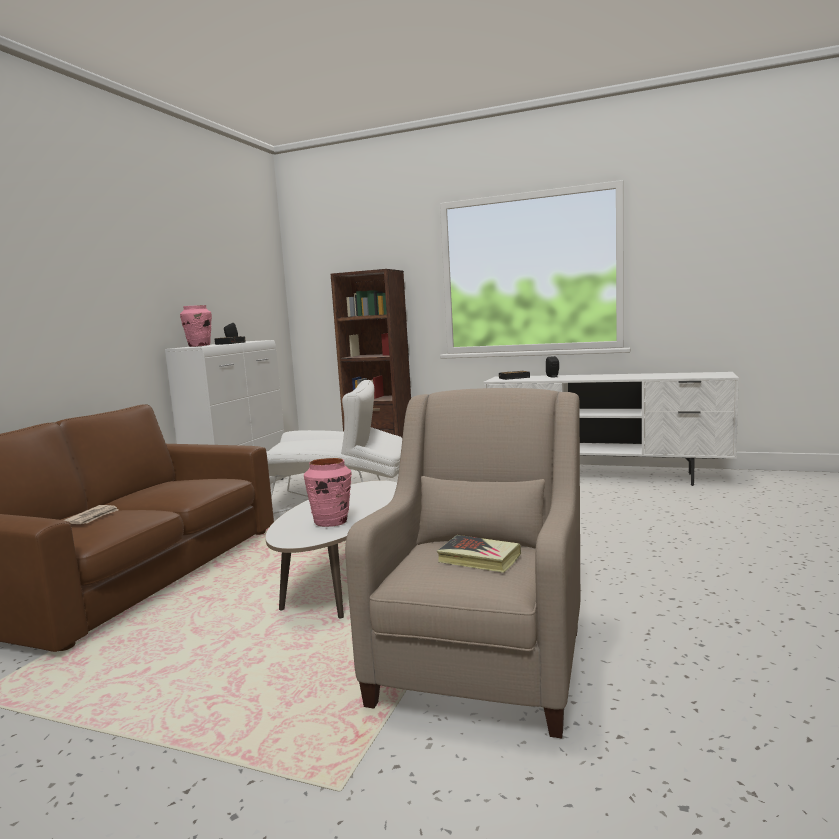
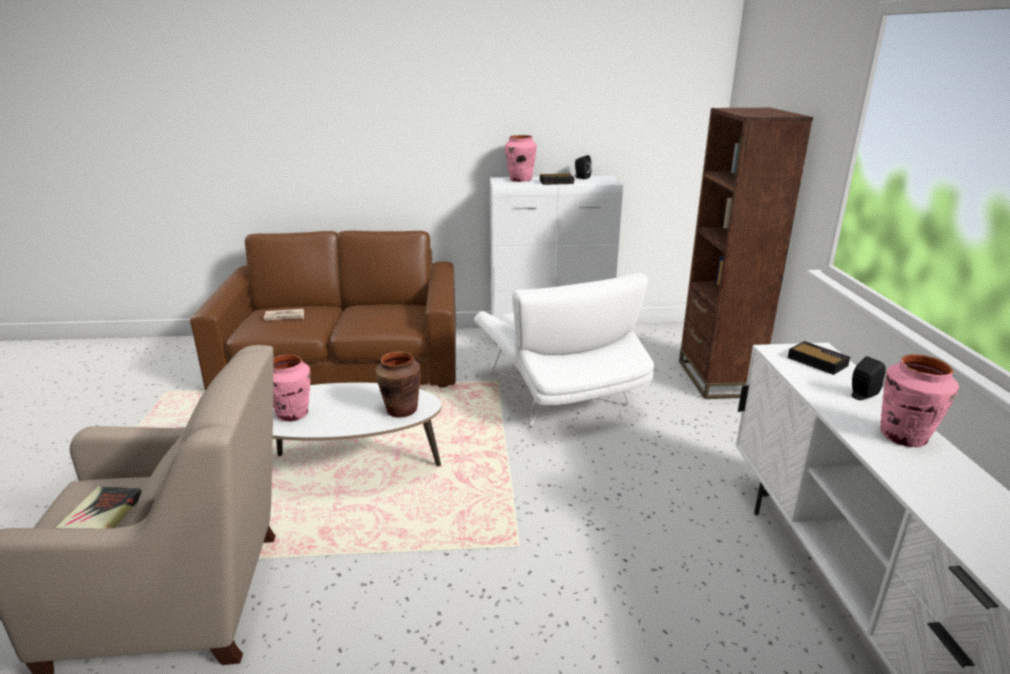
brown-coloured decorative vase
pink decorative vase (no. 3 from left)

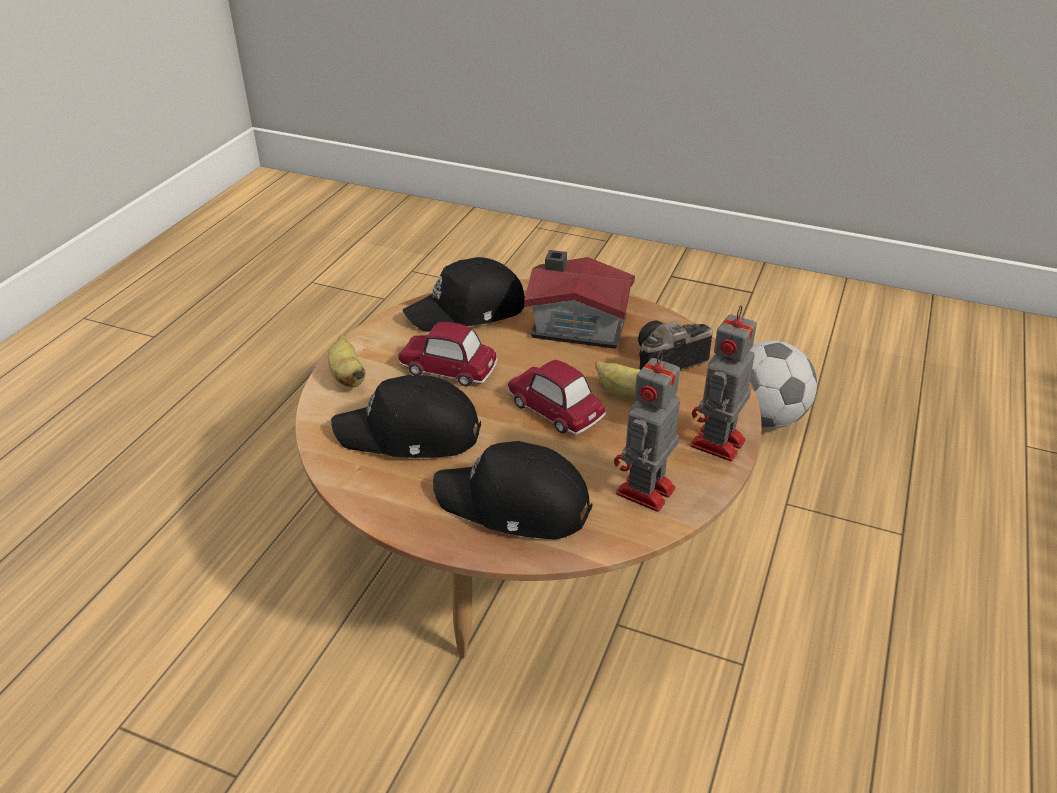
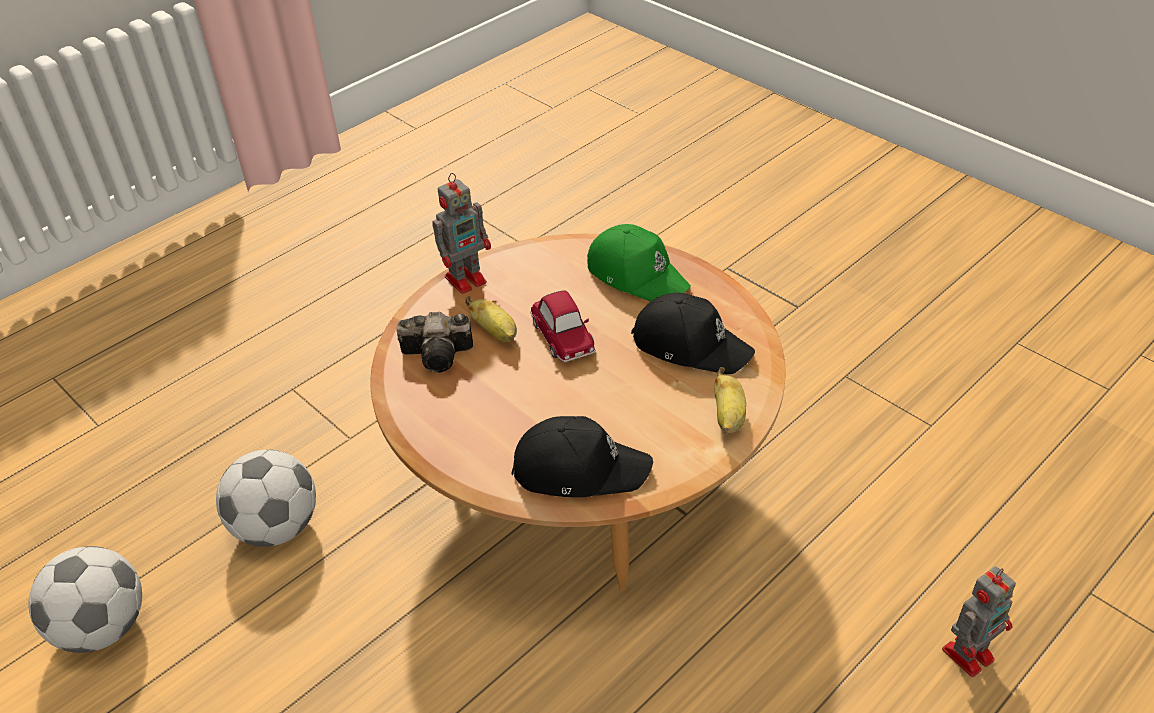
miniature car (no. 1 from left in the first image)
model house
football ball (no. 1 from left)
toy robot (no. 2 from left)
green cap

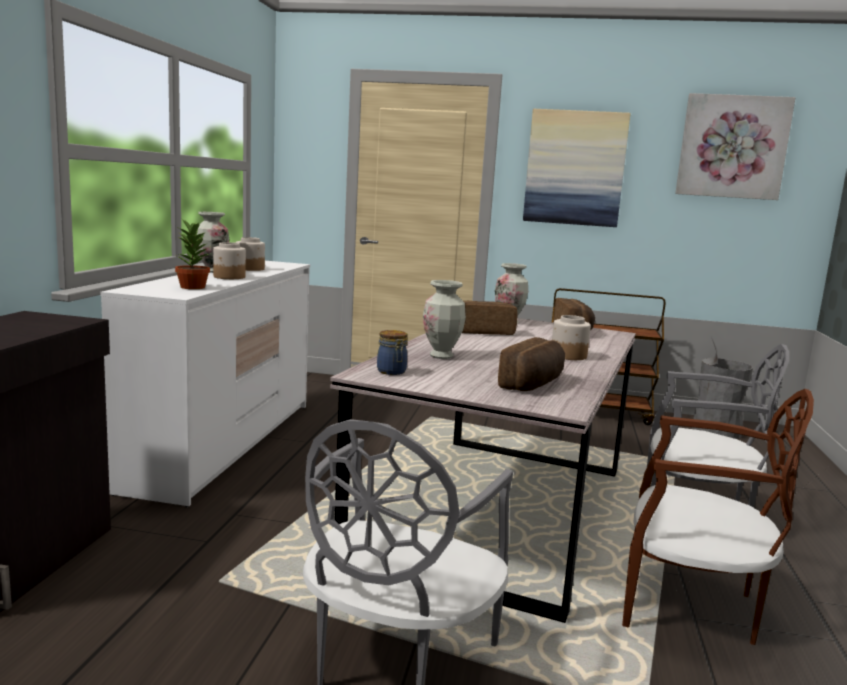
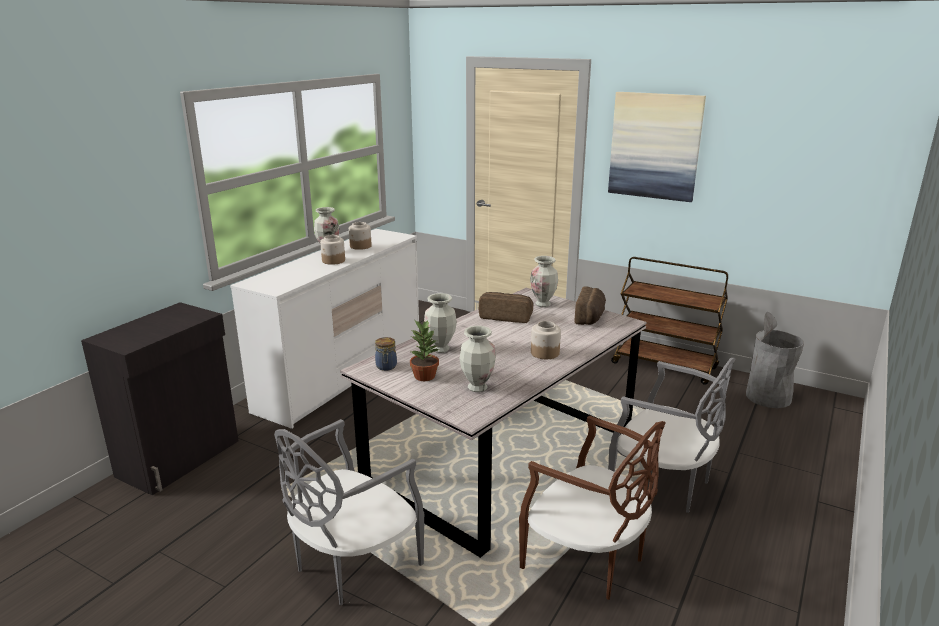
wall art (no. 2 from left in the first image)
potted plant
decorative vase (no. 3 from left)

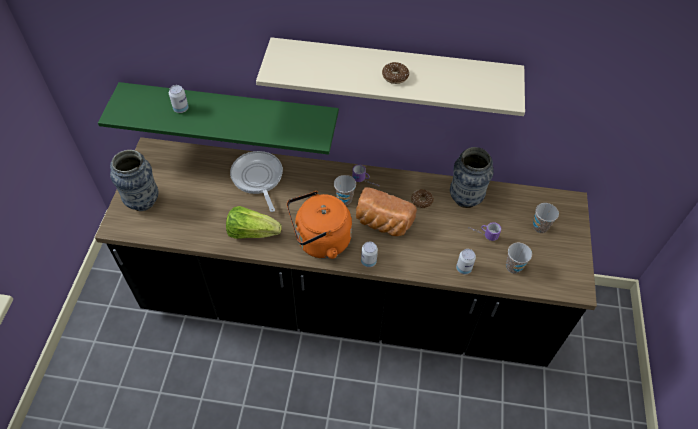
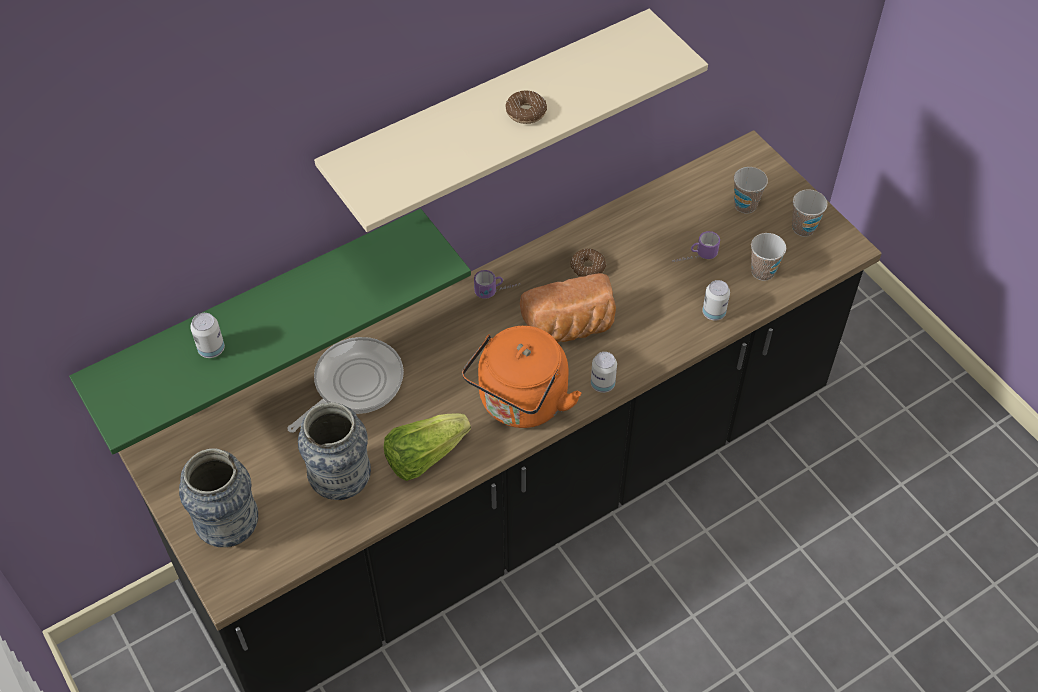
drinking cup (no. 3 from left)
decorative vase (no. 2 from left)
frying pan

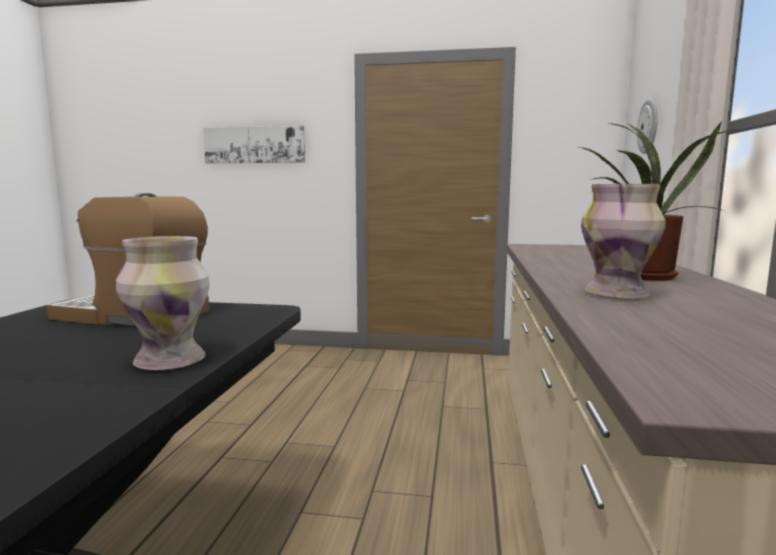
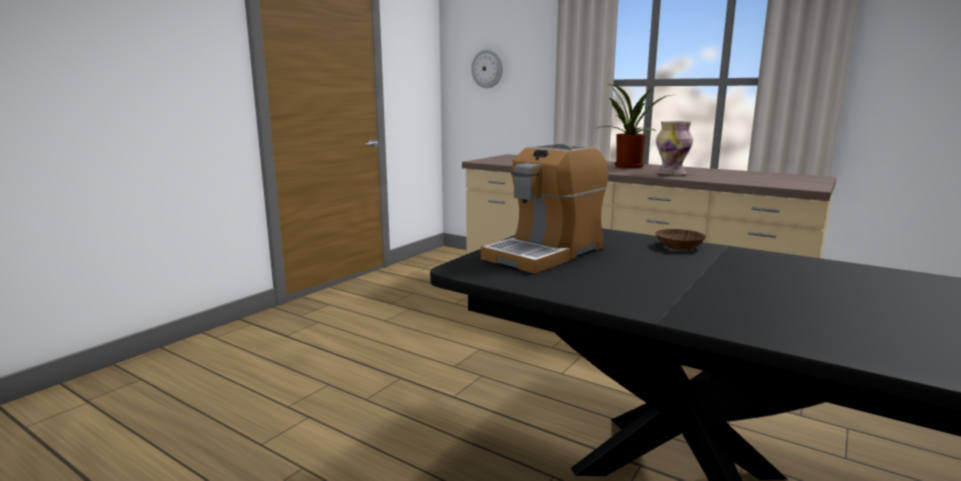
wall art
brown-coloured deep dish

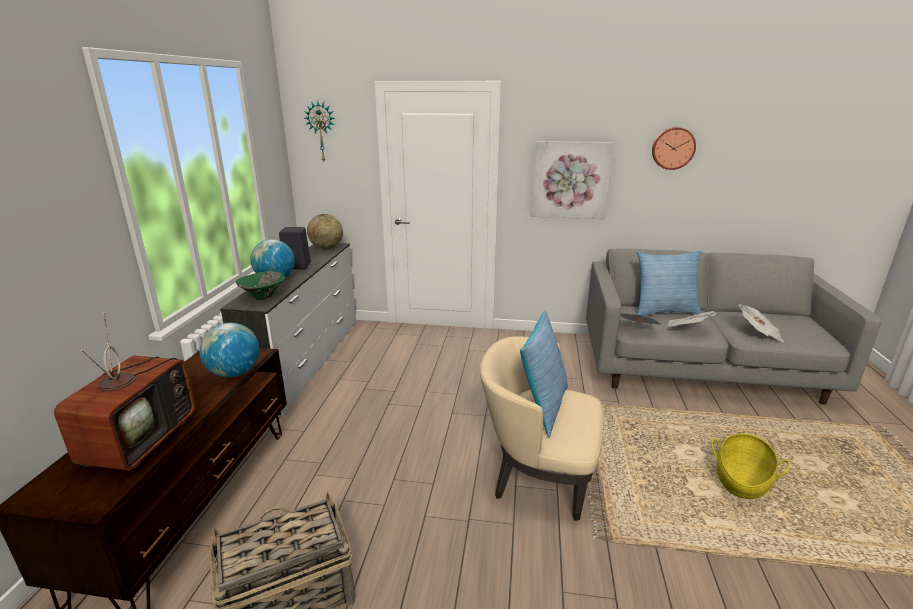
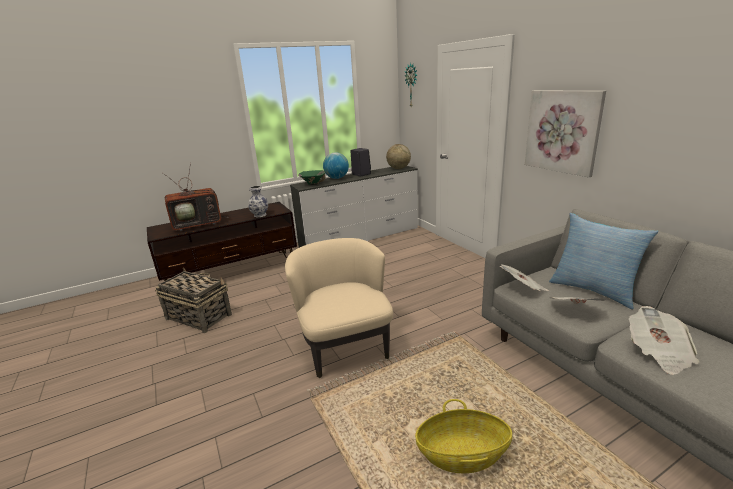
cushion (no. 1 from left in the first image)
clock on the wall (no. 2 from left in the first image)
decorative vase

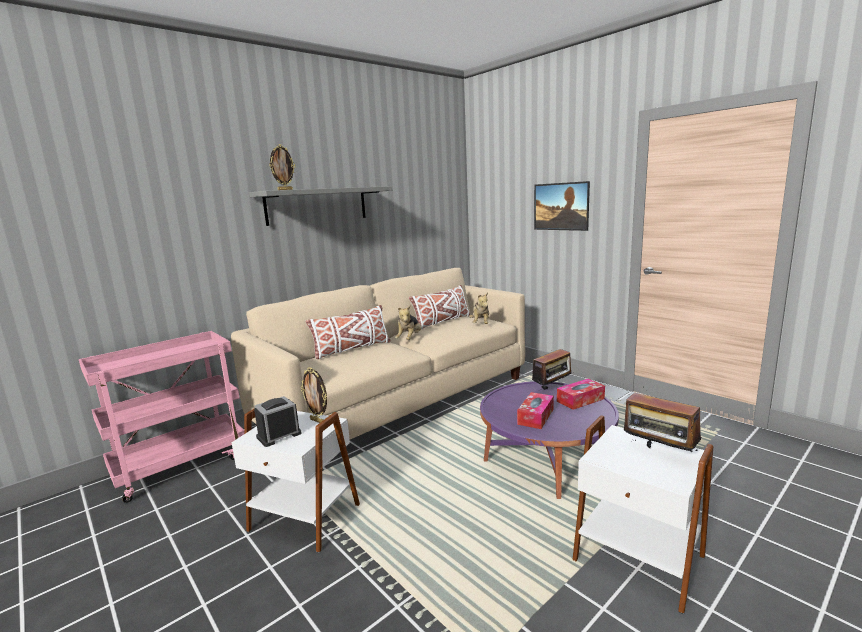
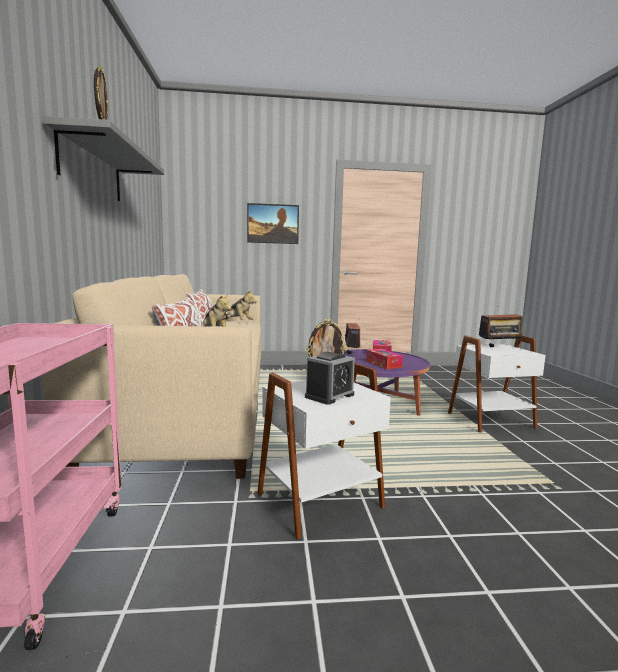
table clock

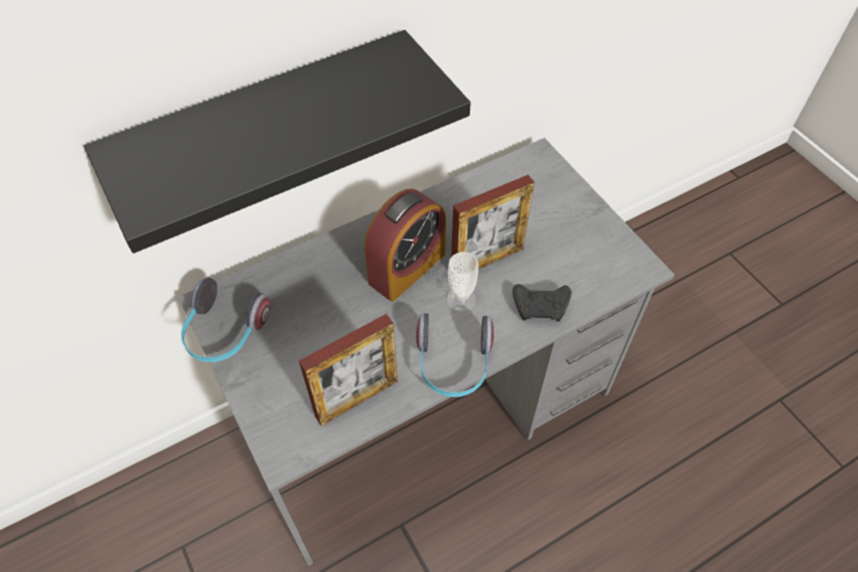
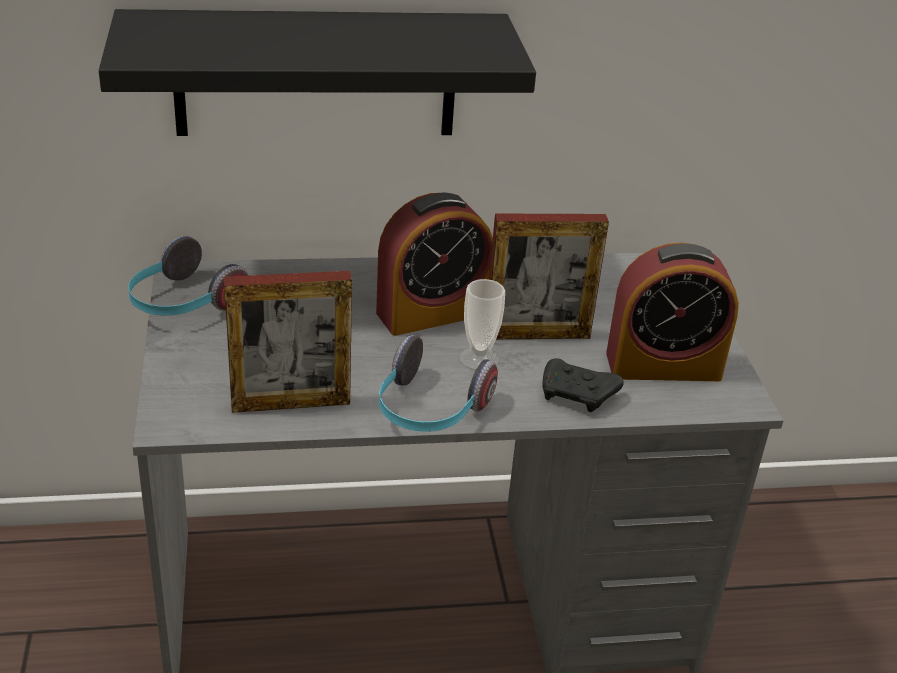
table clock (no. 2 from left)

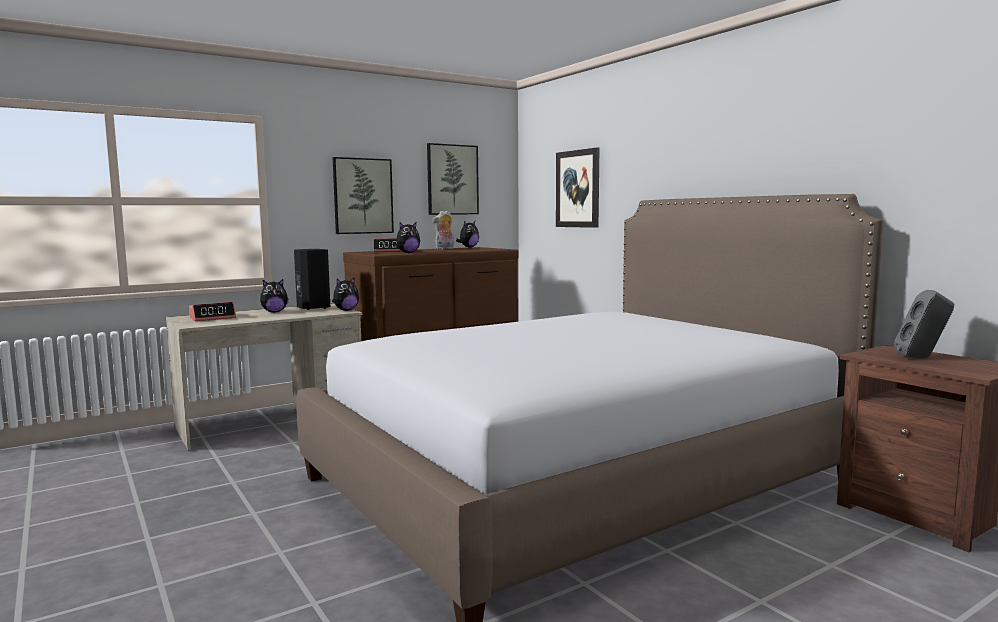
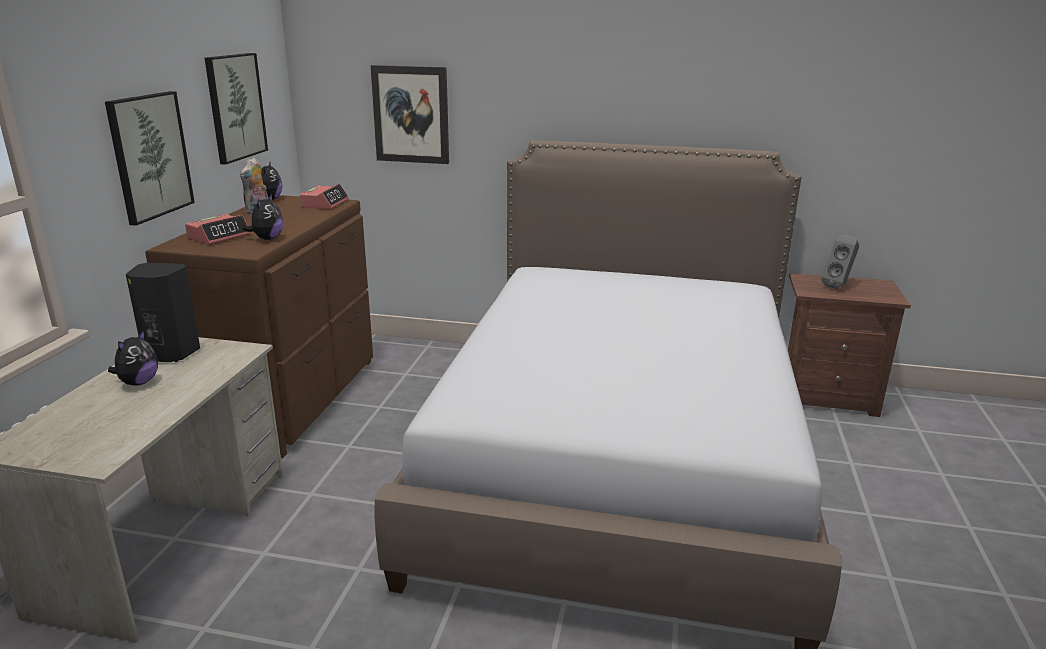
cuddly toy (no. 2 from left in the first image)
table clock (no. 2 from left)

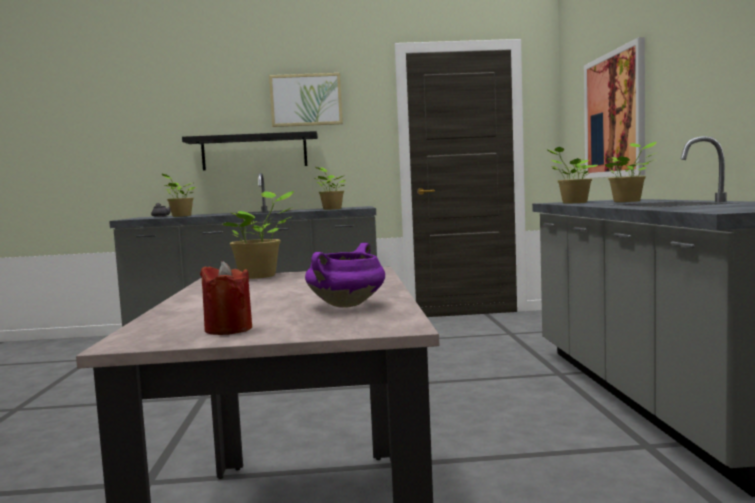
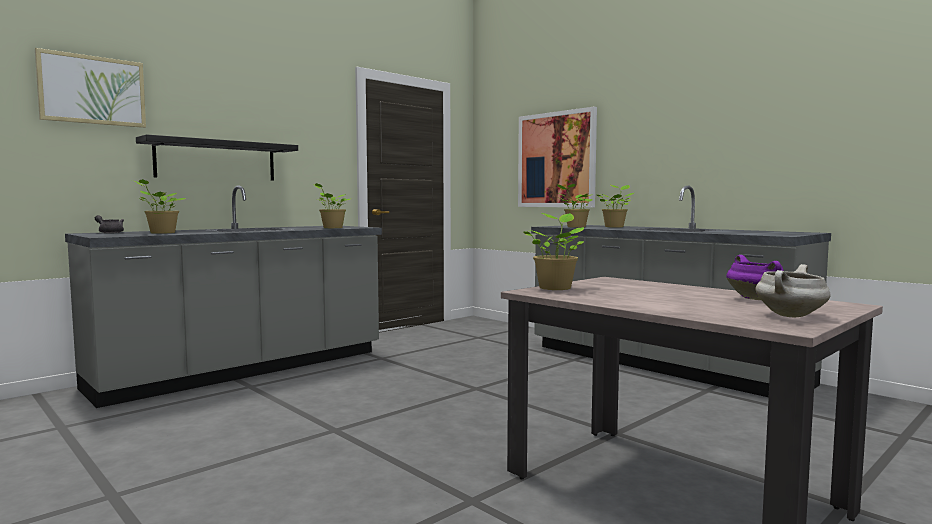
wall art (no. 1 from left)
white stockpot

